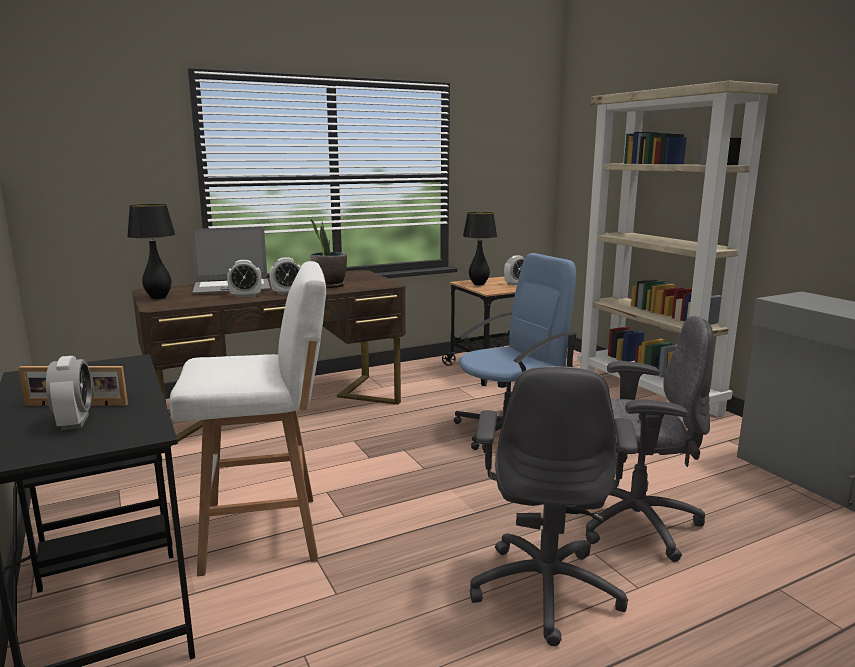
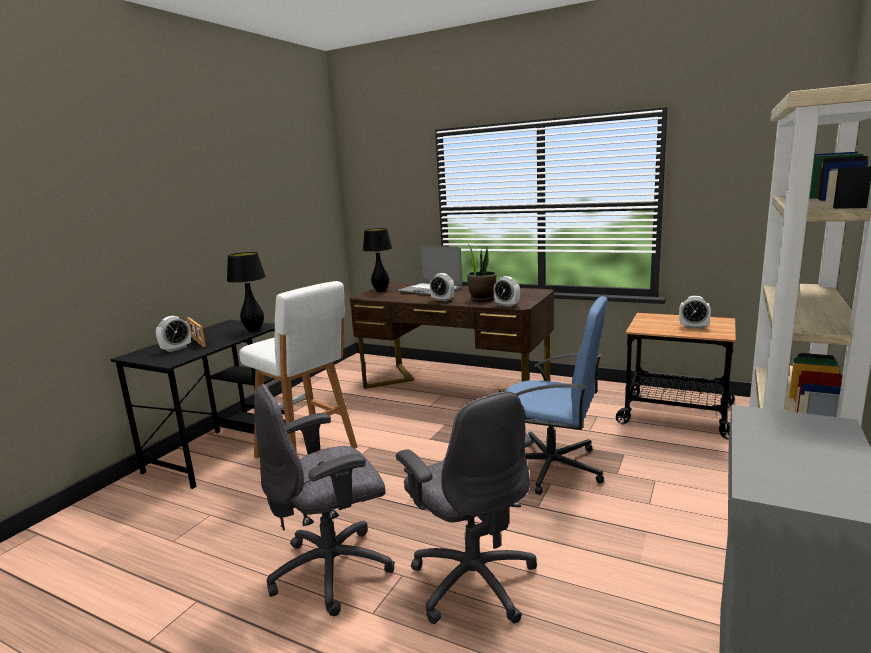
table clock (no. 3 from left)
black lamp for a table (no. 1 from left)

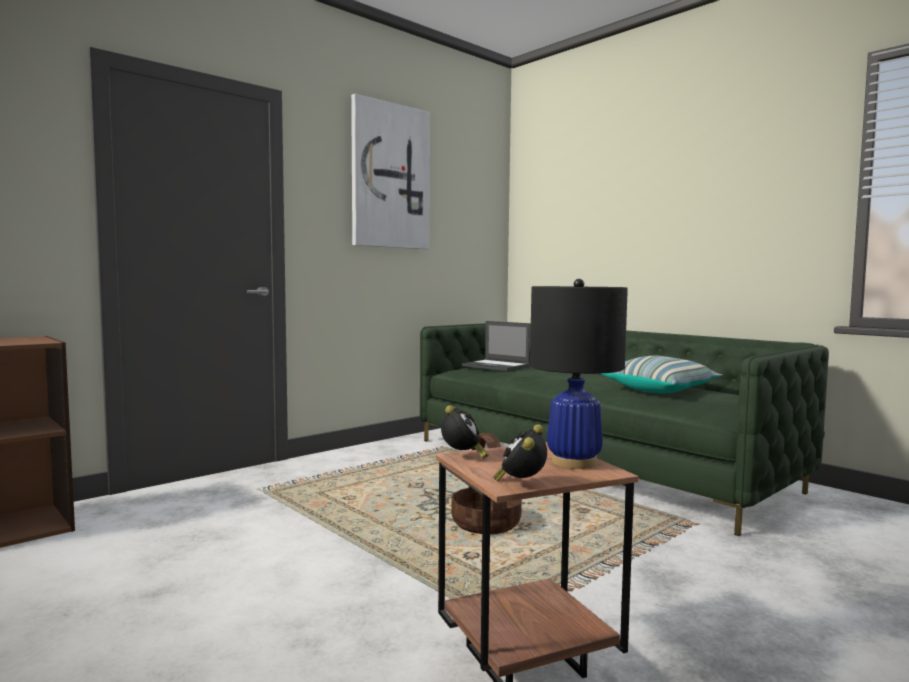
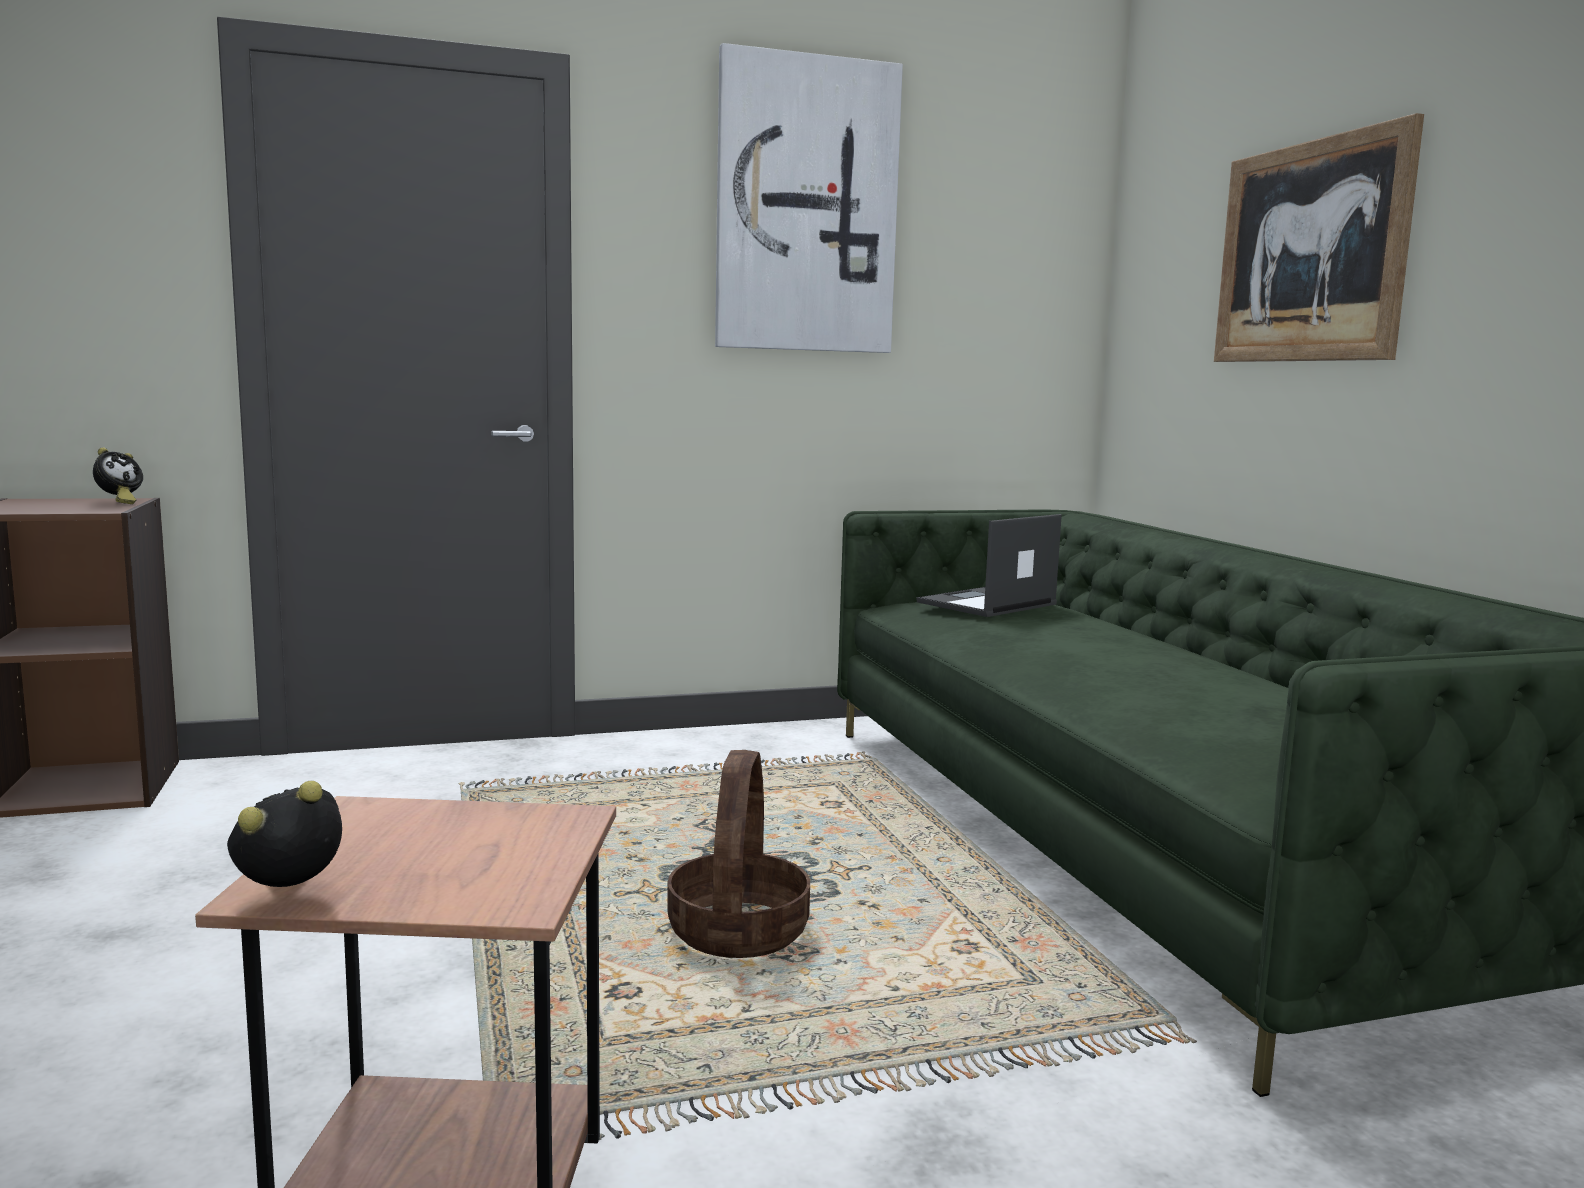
black lamp for a table
cushion
wall art (no. 2 from left)
table clock (no. 1 from left)
notebook computer

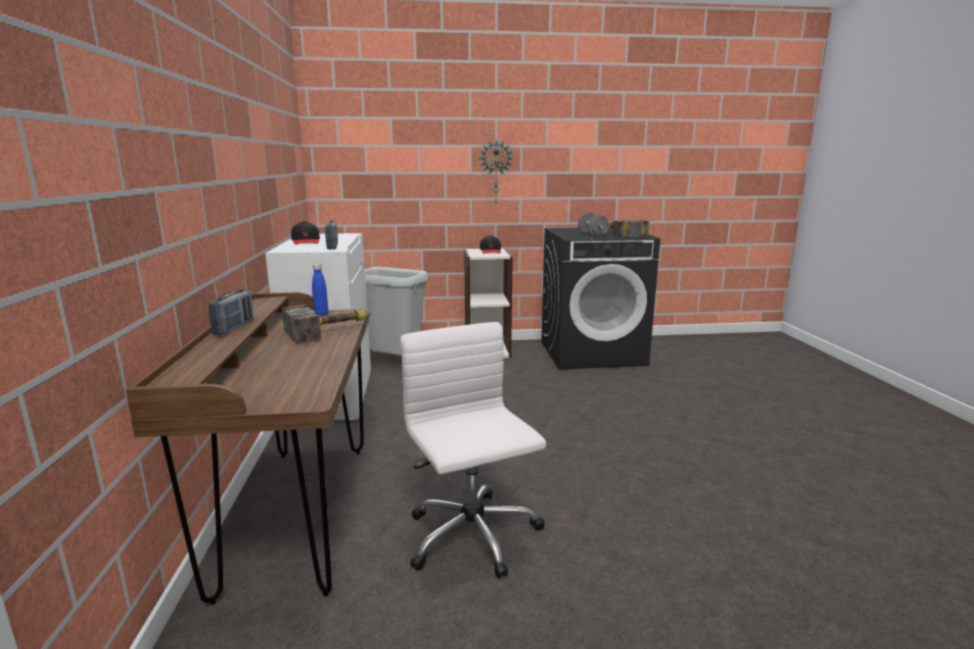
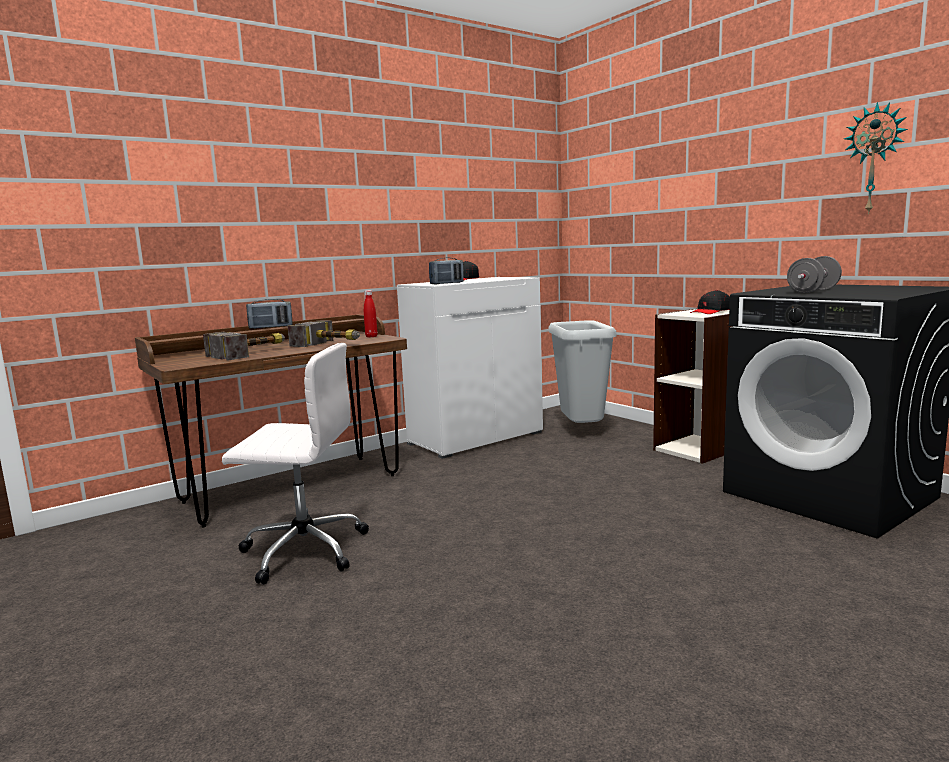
clock on the wall
hand hammer (no. 1 from left)
red-coloured drink bottle
white computer chair

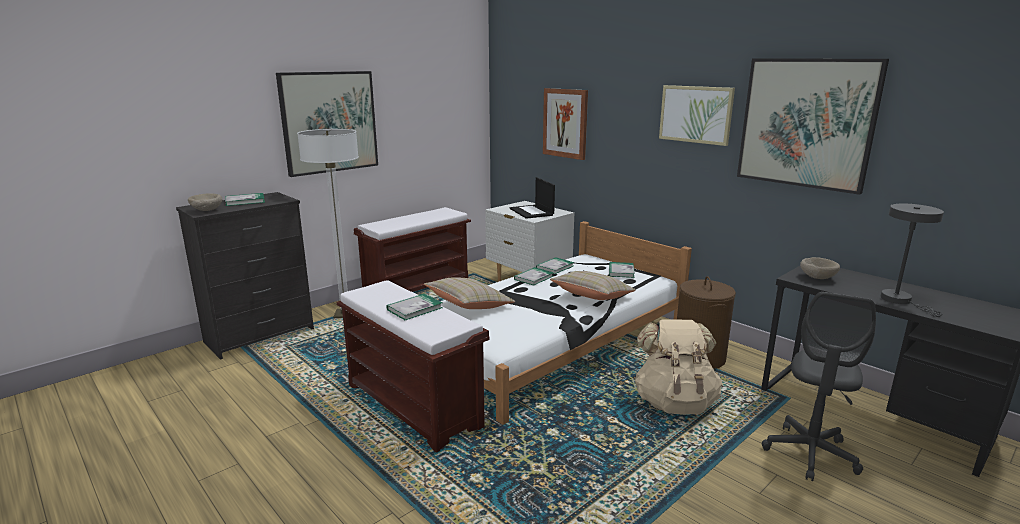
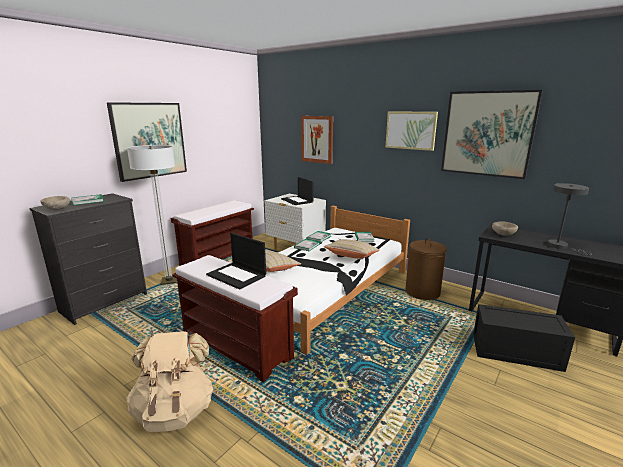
sand-coloured rucksack
notebook computer (no. 1 from left)
black storage box

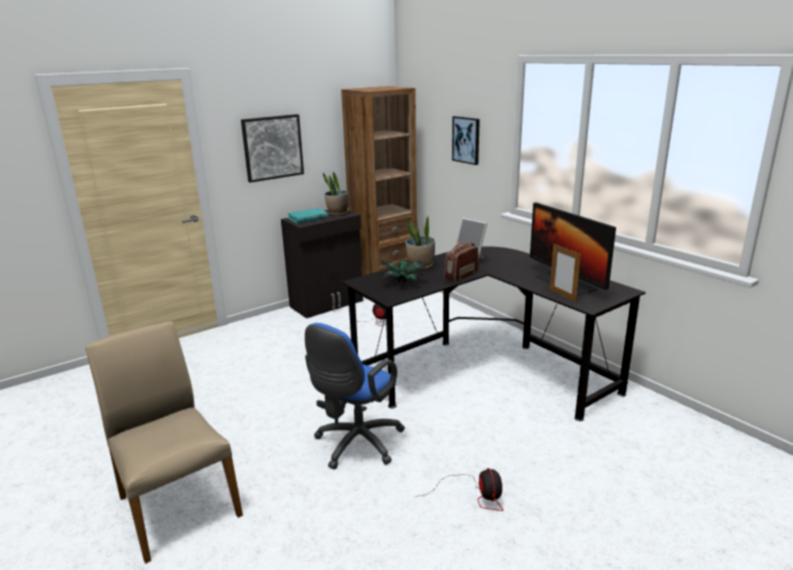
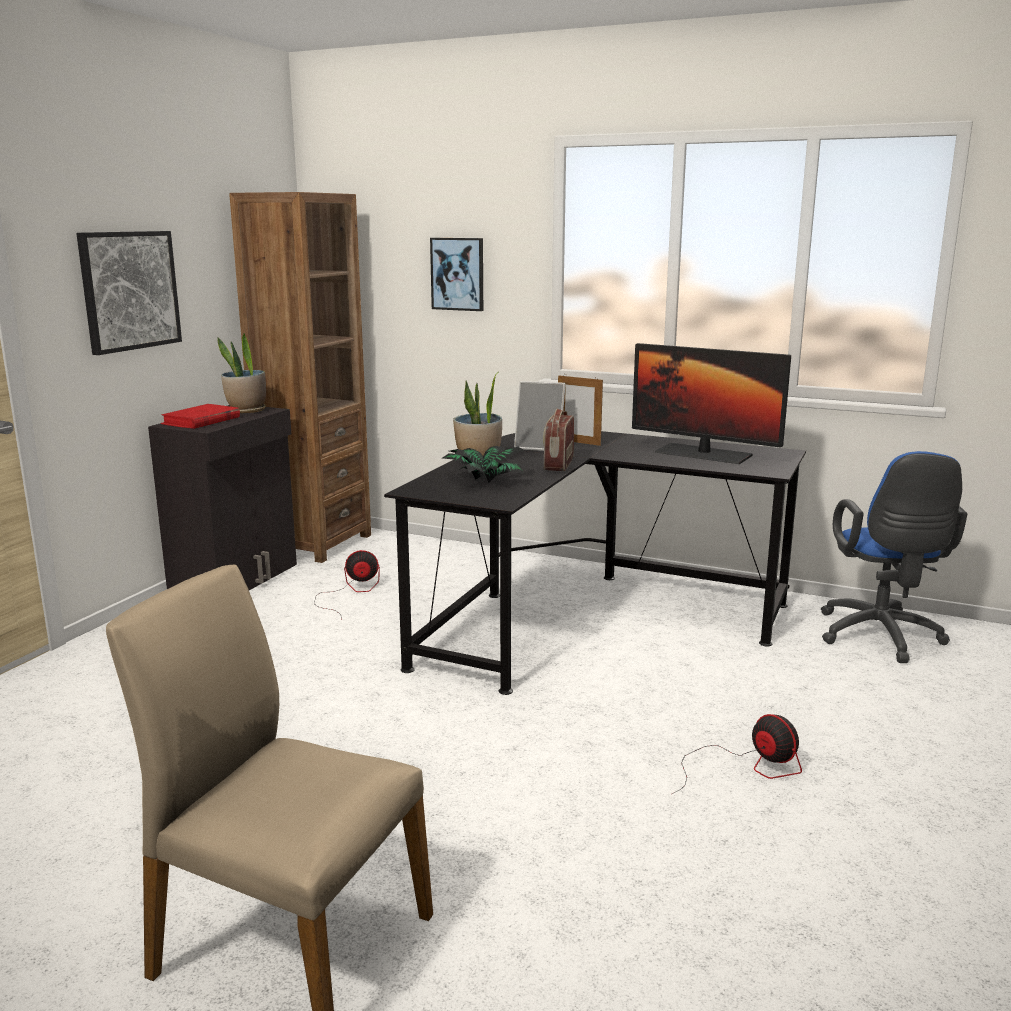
blue computer chair
picture frame (no. 2 from left)
red-coloured bound book

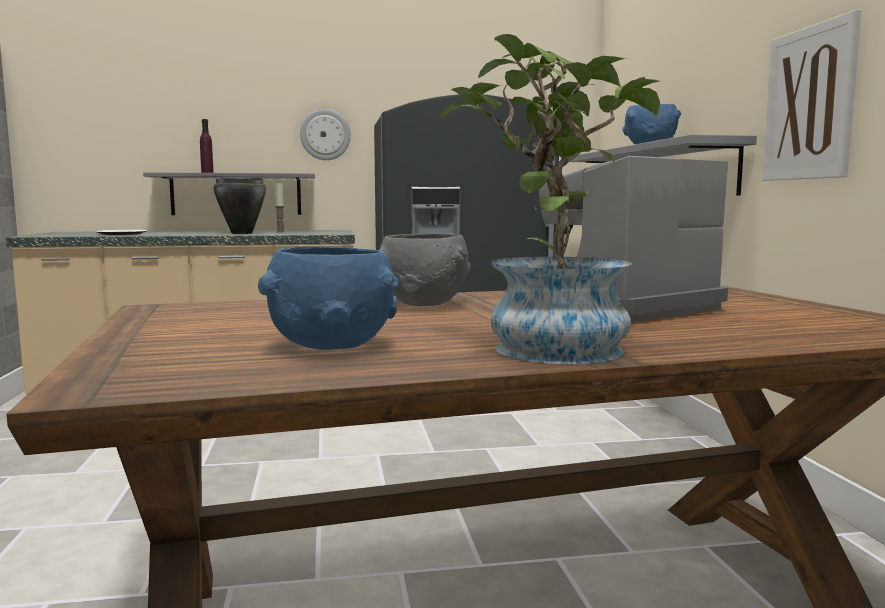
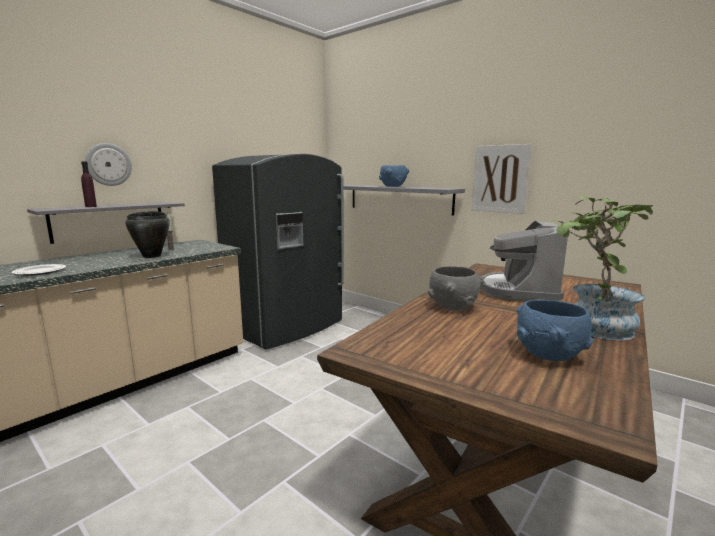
clock on the wall

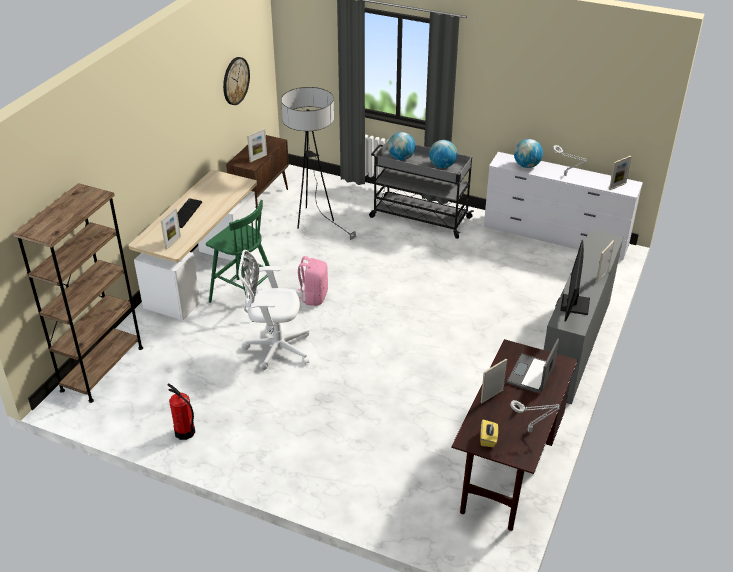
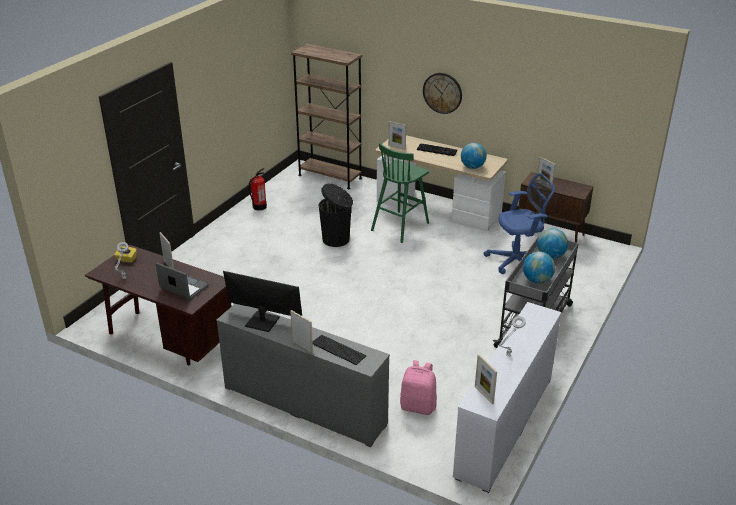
keyboard (no. 1 from left)
clock on the wall
pink rucksack
globe (no. 1 from left)
black rubbish bin
blue computer chair

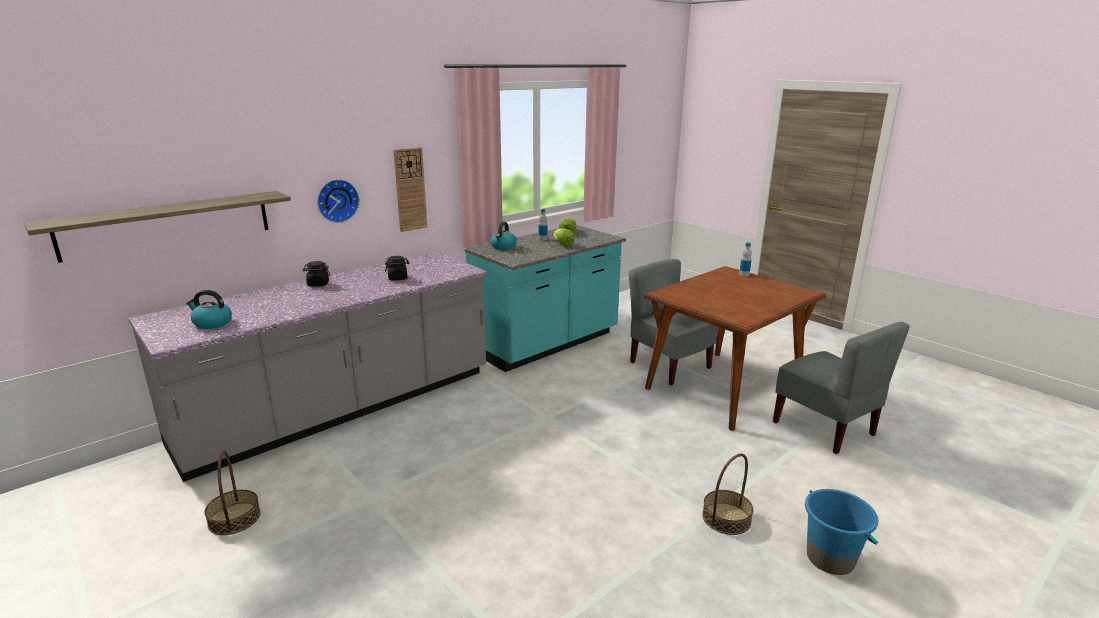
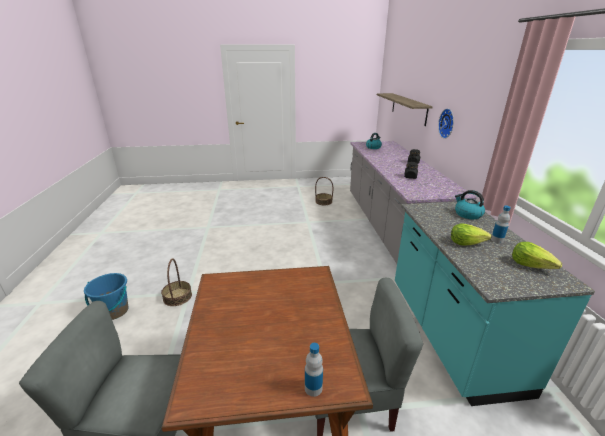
clock on the wall (no. 2 from left in the first image)

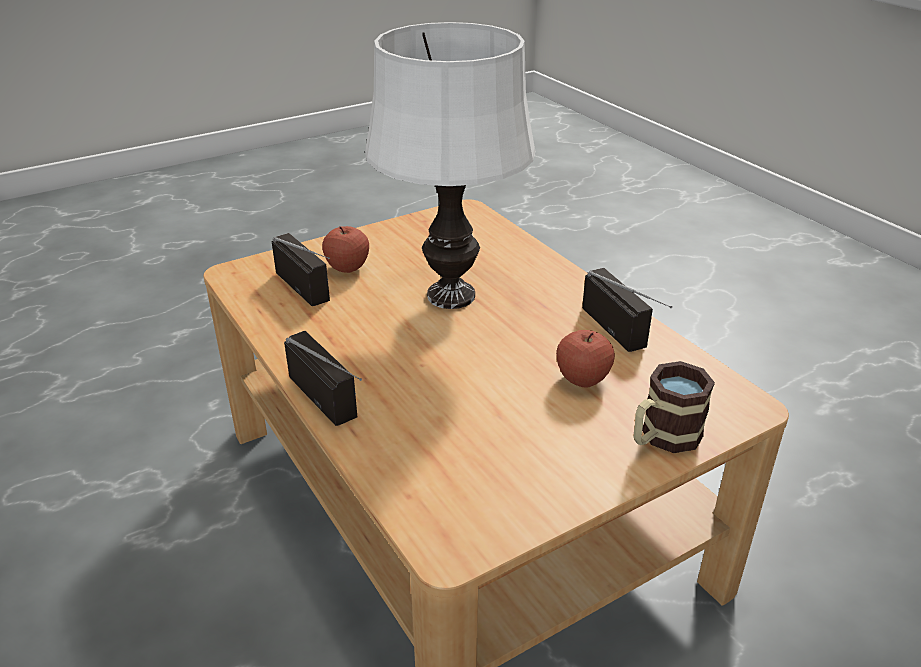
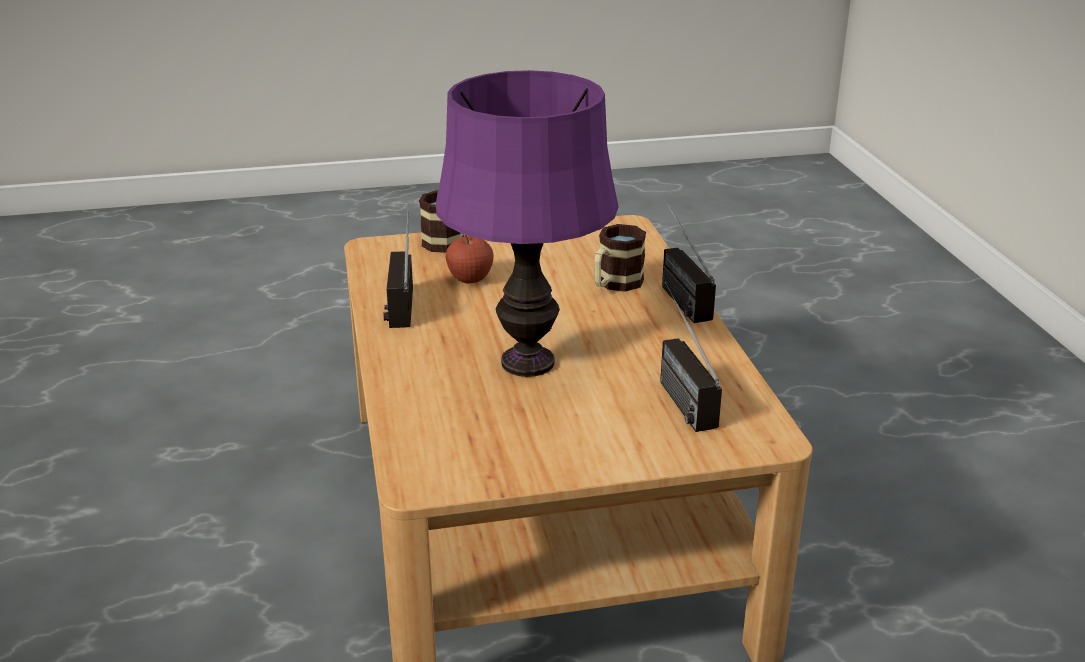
apple (no. 1 from left in the first image)
tea mug (no. 2 from left)
purple-coloured lamp for a table

